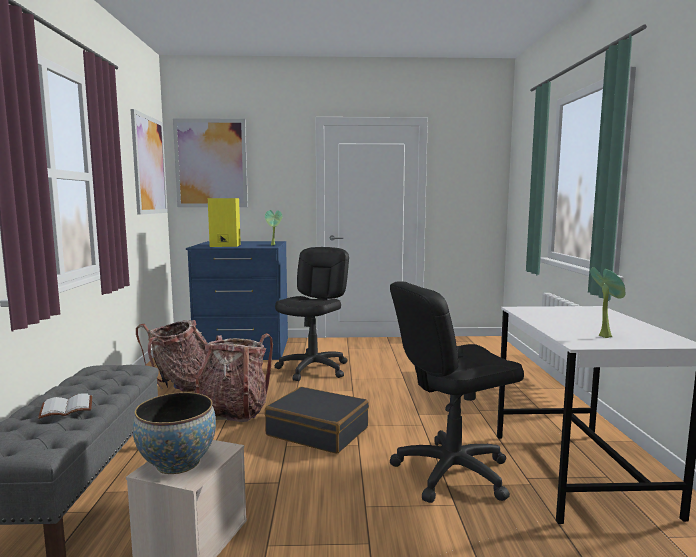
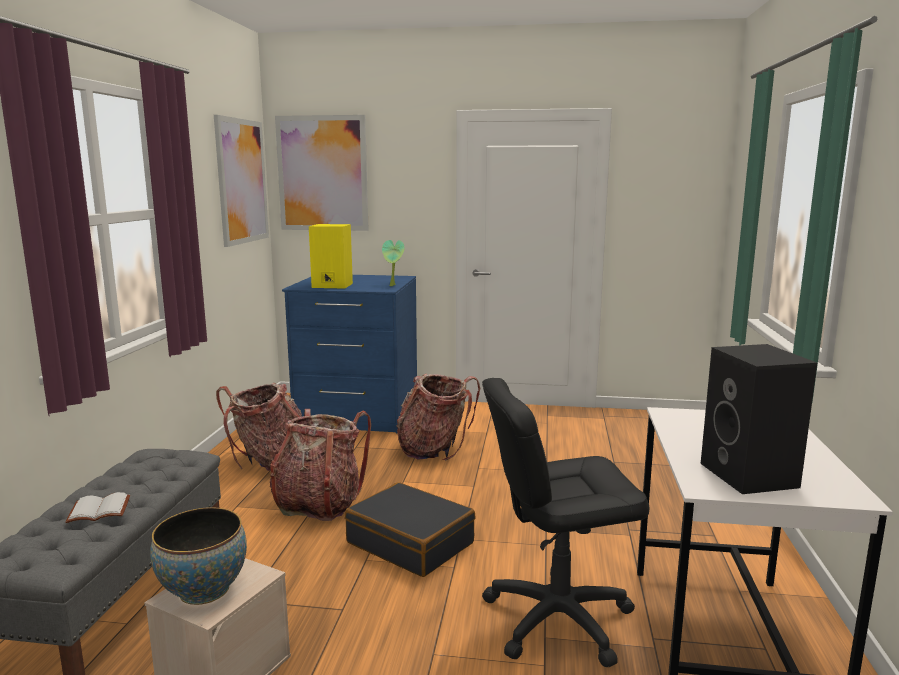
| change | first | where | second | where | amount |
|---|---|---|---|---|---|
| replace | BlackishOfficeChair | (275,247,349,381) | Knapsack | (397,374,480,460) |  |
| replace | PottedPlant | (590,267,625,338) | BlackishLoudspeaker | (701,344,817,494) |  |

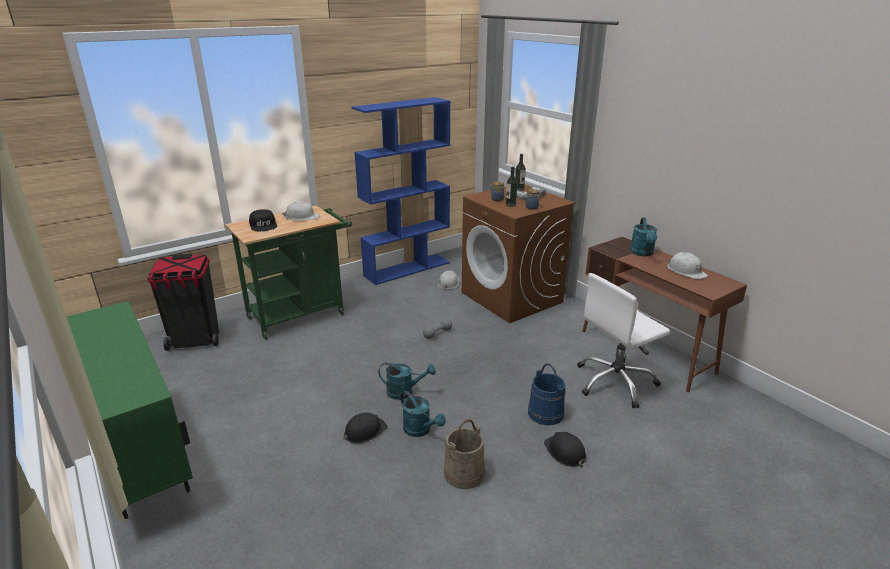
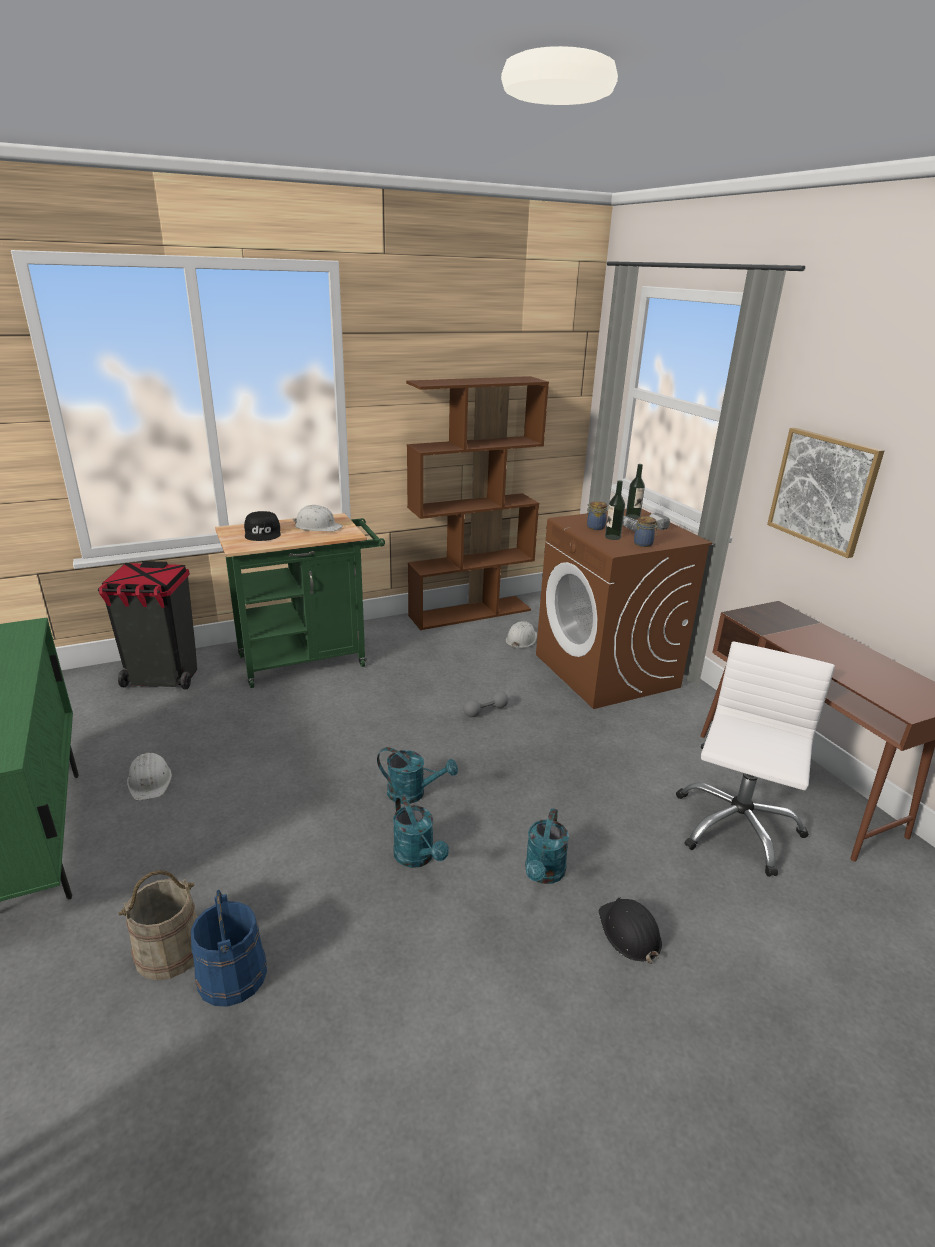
| change | first | where | second | where | amount |
|---|---|---|---|---|---|
| move | BeigeWaterBucket | (444,419,485,489) |  | (118,870,197,980) |  |
| move | WhitishSafetyHelmet | (667,252,708,279) |  | (127,753,172,801) |  |
| move | BlueColouredWaterBucket | (528,363,565,425) |  | (191,890,267,1007) |  |
| recolor | BlueColouredBookshelf | (351,97,450,285) | BrownishBookshelf | (406,376,549,630) |  |
| move | TurquoiseSprinklingCan | (630,218,657,256) |  | (525,808,569,884) |  |
| rotate | WhitishOfficeChair | (577,273,670,409) |  | (676,642,835,877) | 135 degrees clockwise |
| insert |  |  | Picture | (767,428,884,558) |  |
| delete | BlackishSafetyHelmet | (343,413,388,444) |  |  |  |

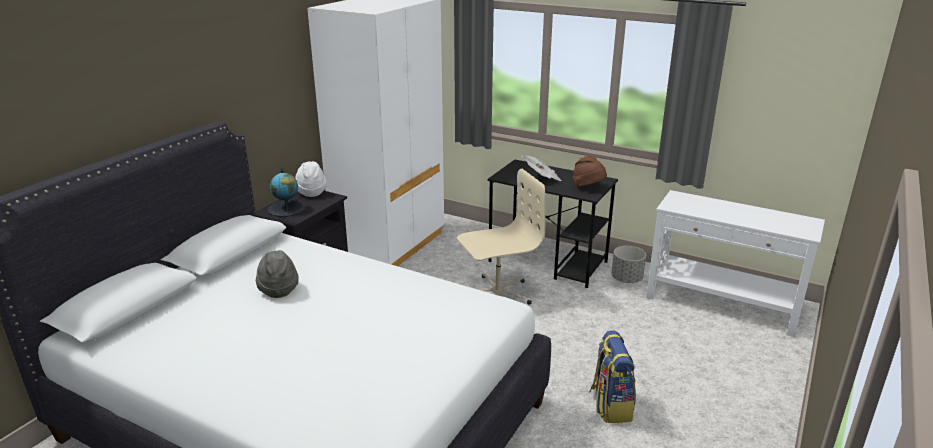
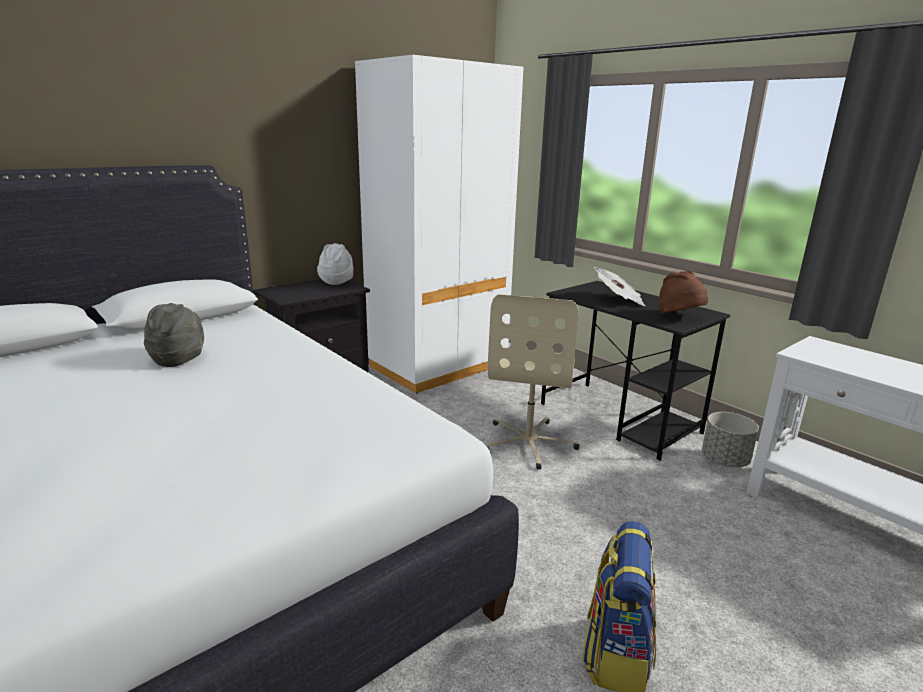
| change | first | where | second | where | amount |
|---|---|---|---|---|---|
| rotate | BeigeOfficeChair | (457,169,545,305) |  | (485,294,579,469) | 105 degrees clockwise |
| delete | Globe | (268,168,306,217) |  |  |  |

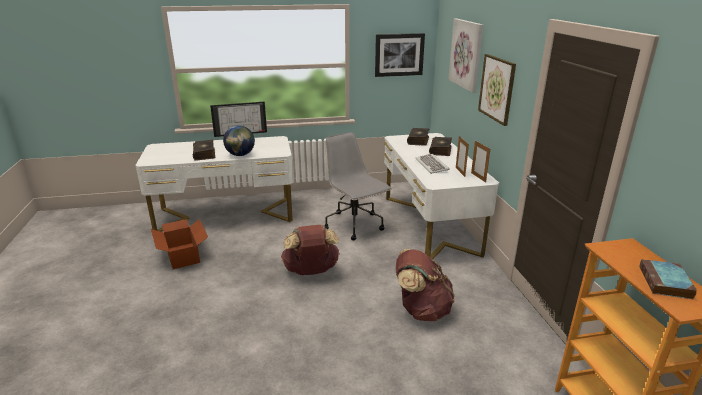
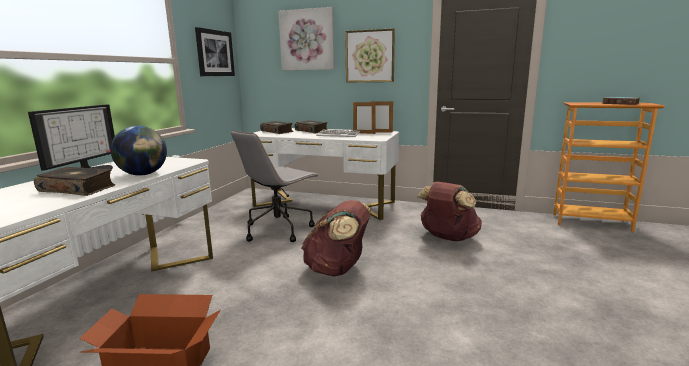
| change | first | where | second | where | amount |
|---|---|---|---|---|---|
| rotate | GrayOfficeChair | (324,133,392,240) |  | (231,130,319,242) | 45 degrees counterclockwise |

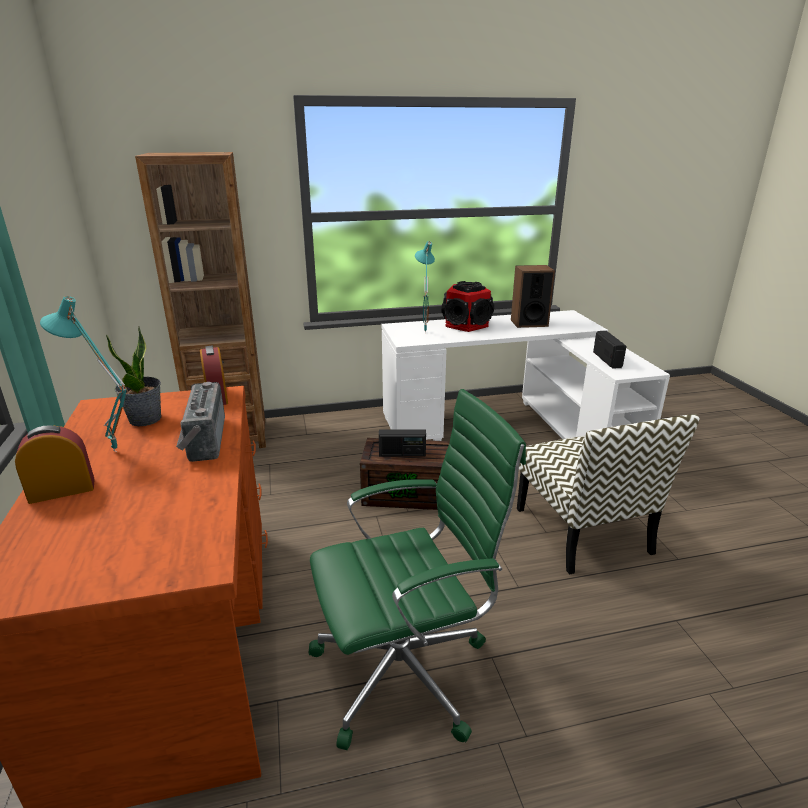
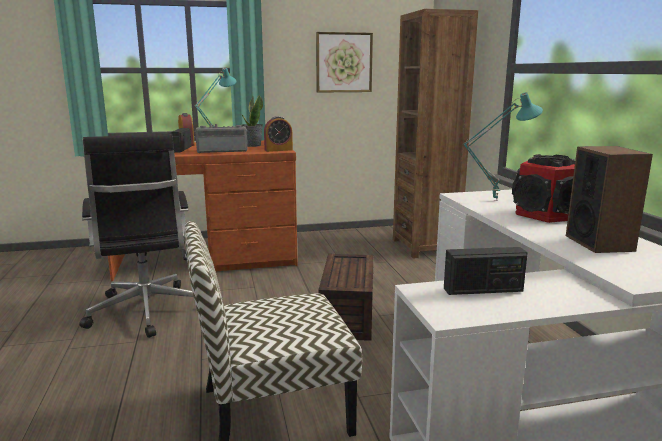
| change | first | where | second | where | amount |
|---|---|---|---|---|---|
| recolor | GreenishOfficeChair | (309,389,526,750) | BlackishOfficeChair | (79,134,194,338) |  |
| move | RadioReceiver | (379,429,426,456) |  | (170,128,191,153) |  |
| insert |  |  | Picture | (316,32,373,93) |  |

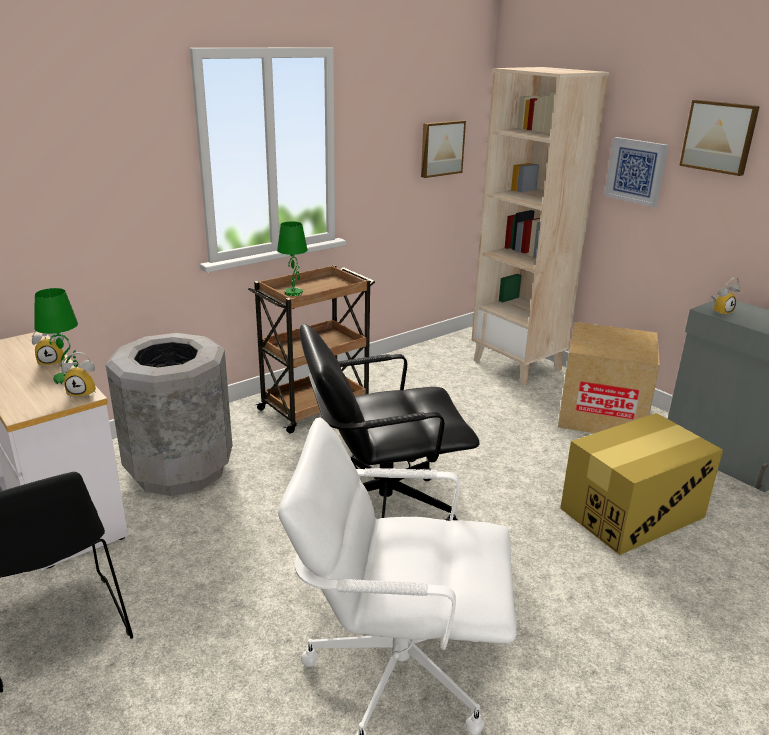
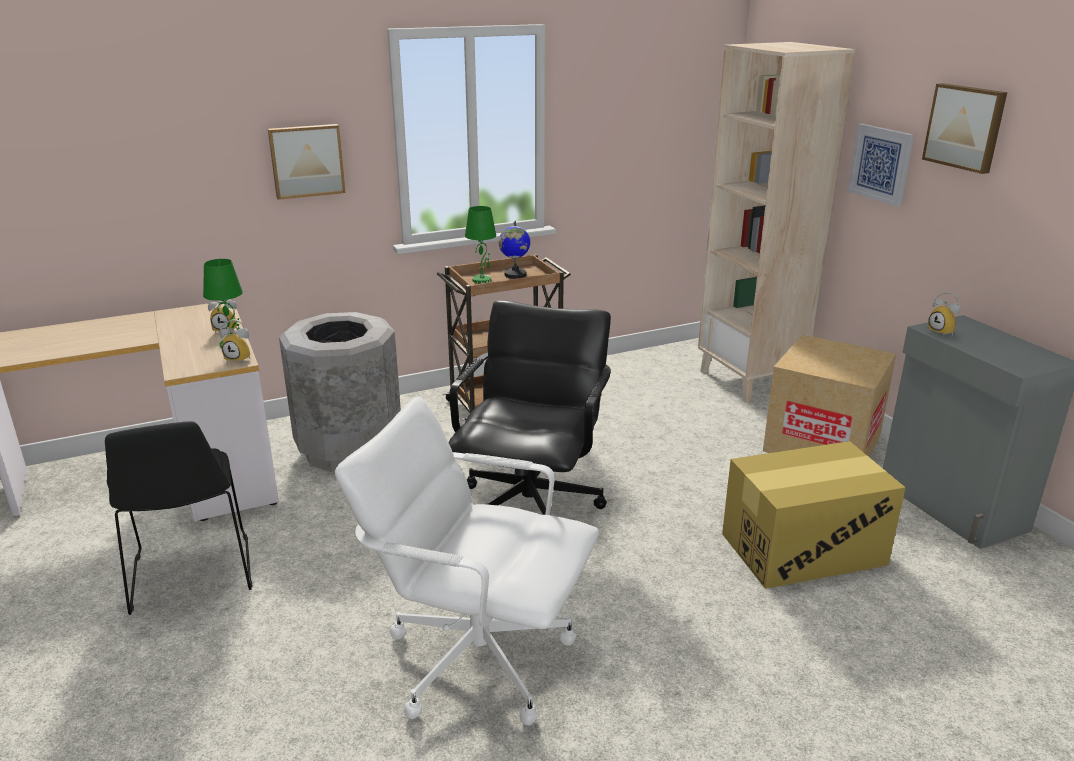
| change | first | where | second | where | amount |
|---|---|---|---|---|---|
| move | Picture | (421,120,466,178) |  | (268,124,346,200) |  |
| rotate | BlackishOfficeChair | (300,324,480,521) |  | (448,300,611,515) | 105 degrees clockwise |
| insert |  |  | Globe | (499,221,530,279) |  |
| rotate | TableClock | (711,277,740,316) |  | (928,292,961,337) | 75 degrees clockwise |

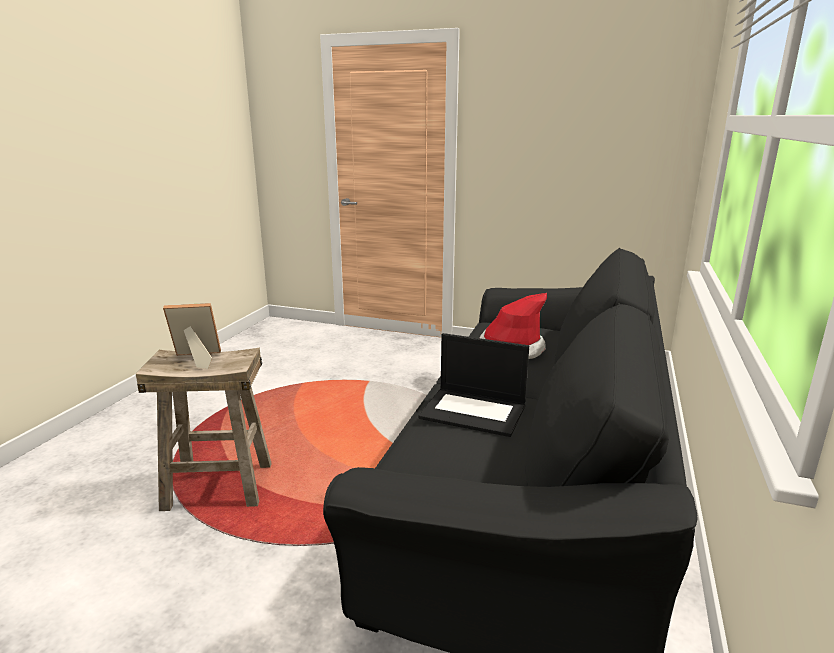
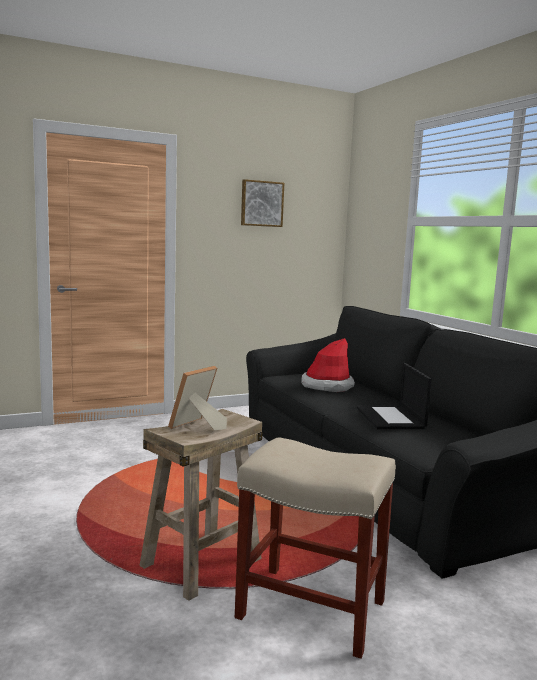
| change | first | where | second | where | amount |
|---|---|---|---|---|---|
| insert |  |  | BeigeStoolSeat | (235,437,396,659) |  |
| insert |  |  | Picture | (241,179,284,227) |  |
| rotate | PortableComputer | (418,333,529,437) |  | (357,363,431,429) | 105 degrees clockwise |

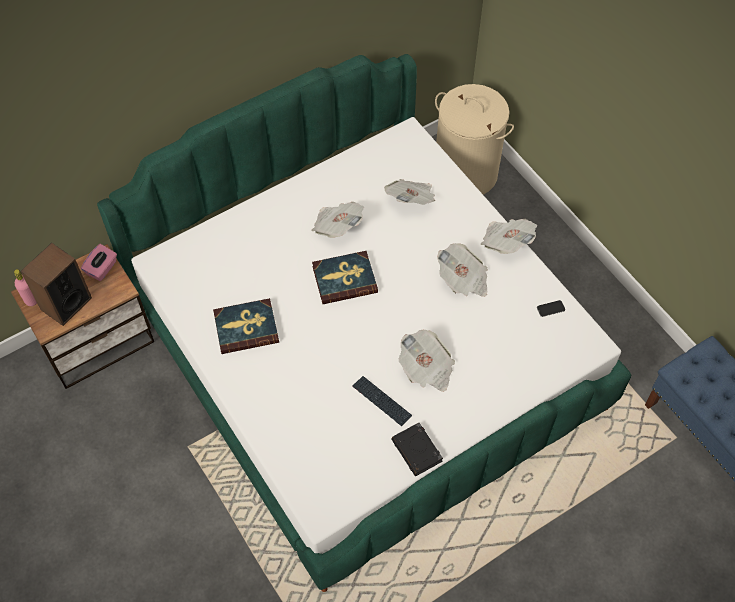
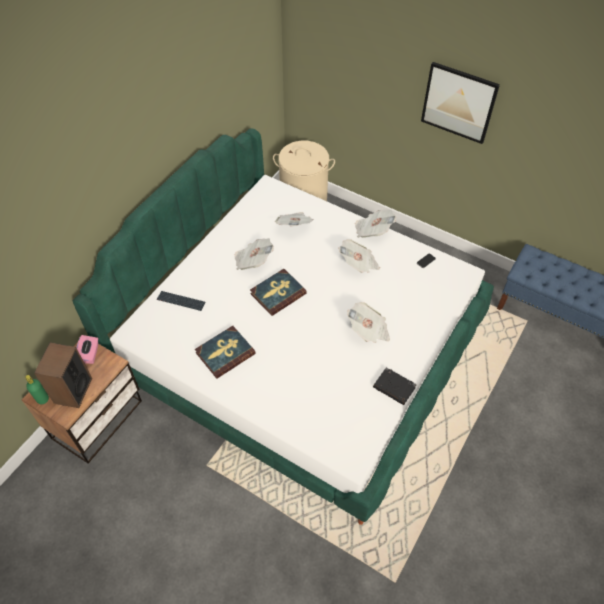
| change | first | where | second | where | amount |
|---|---|---|---|---|---|
| recolor | PinkColouredDrinkBottle | (14,269,37,306) | GreenishDrinkBottle | (25,375,49,404) |  |
| move | ComputerKeyboard | (352,376,412,426) |  | (157,291,205,311) |  |
| insert |  |  | Picture | (421,62,500,144) |  |

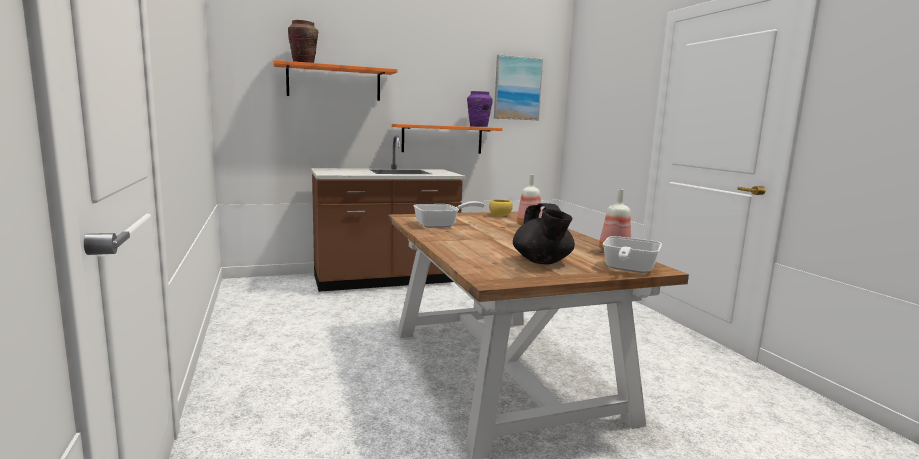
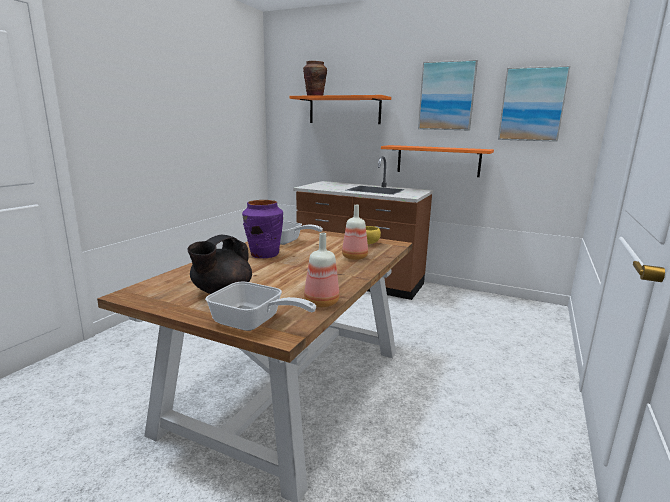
| change | first | where | second | where | amount |
|---|---|---|---|---|---|
| rotate | Skillet | (603,236,662,273) |  | (205,282,316,331) | 135 degrees counterclockwise |
| move | PurpleVase | (467,91,493,127) |  | (242,200,283,258) |  |
| insert |  |  | Picture | (418,60,478,130) |  |

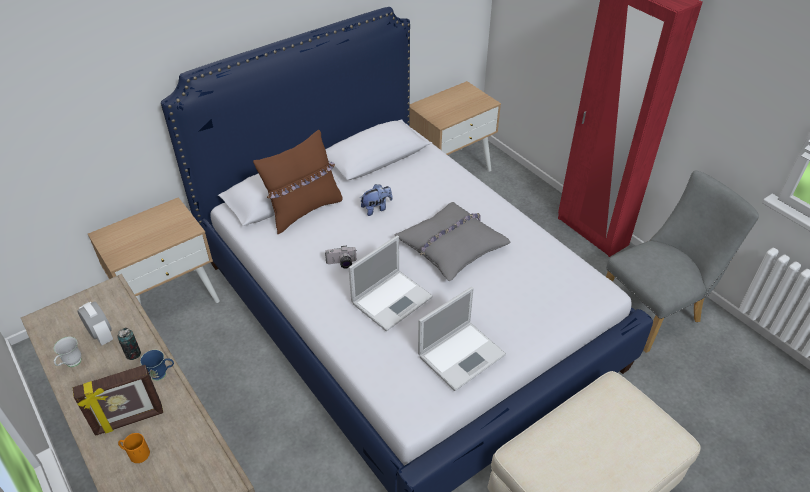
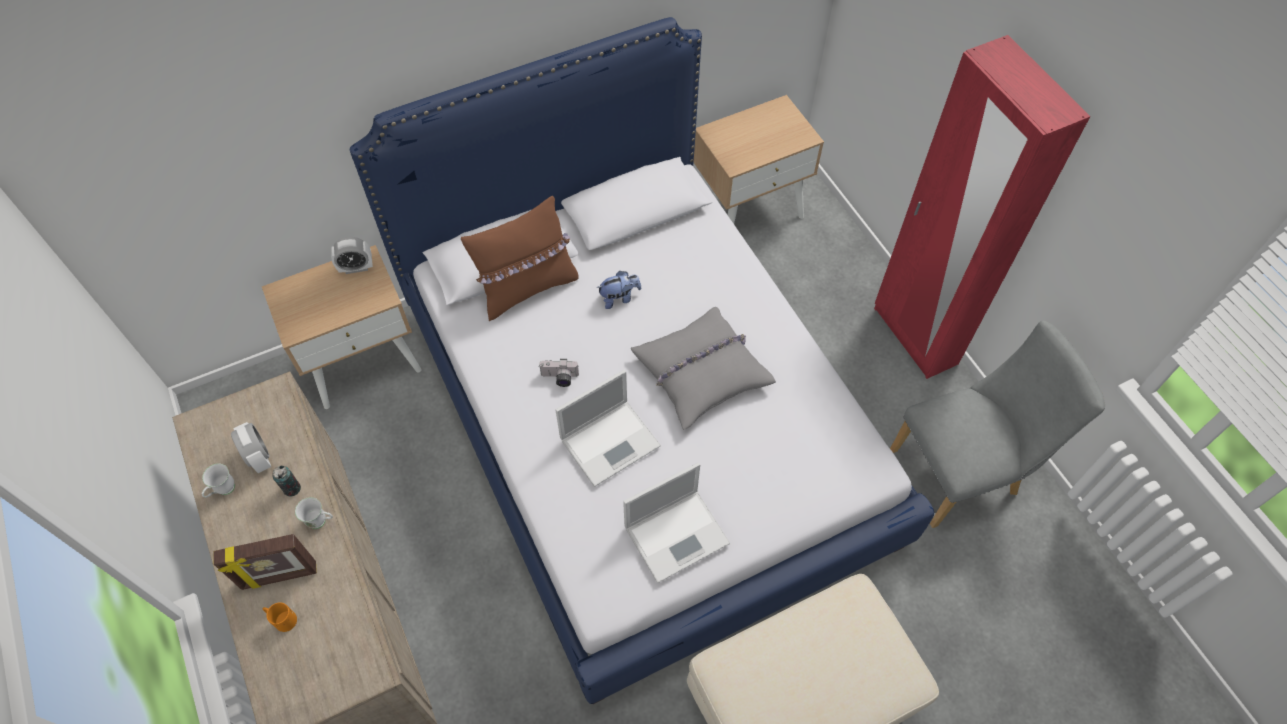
| change | first | where | second | where | amount |
|---|---|---|---|---|---|
| recolor | BlueColouredTeaMug | (140,350,174,381) | WhitishTeaMug | (295,497,333,529) |  |
| insert |  |  | TableClock | (331,237,373,274) |  |

